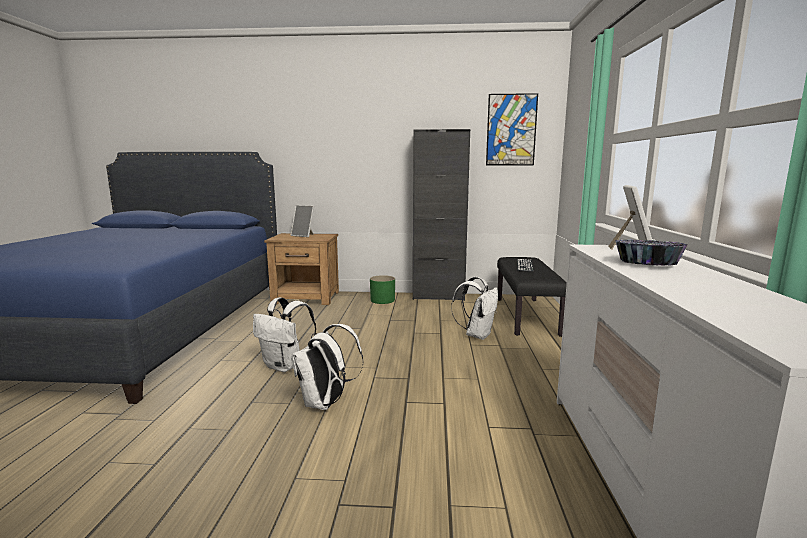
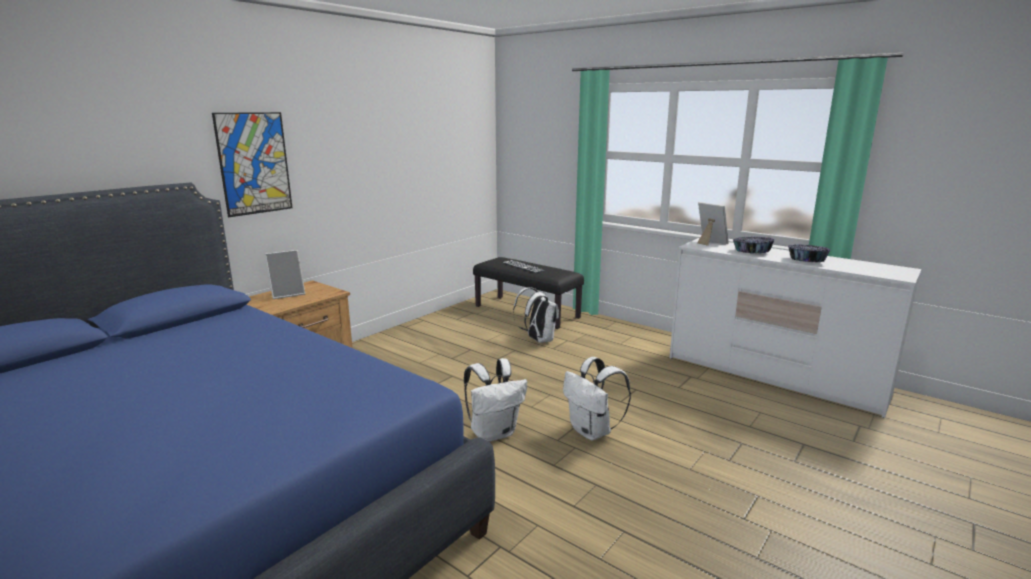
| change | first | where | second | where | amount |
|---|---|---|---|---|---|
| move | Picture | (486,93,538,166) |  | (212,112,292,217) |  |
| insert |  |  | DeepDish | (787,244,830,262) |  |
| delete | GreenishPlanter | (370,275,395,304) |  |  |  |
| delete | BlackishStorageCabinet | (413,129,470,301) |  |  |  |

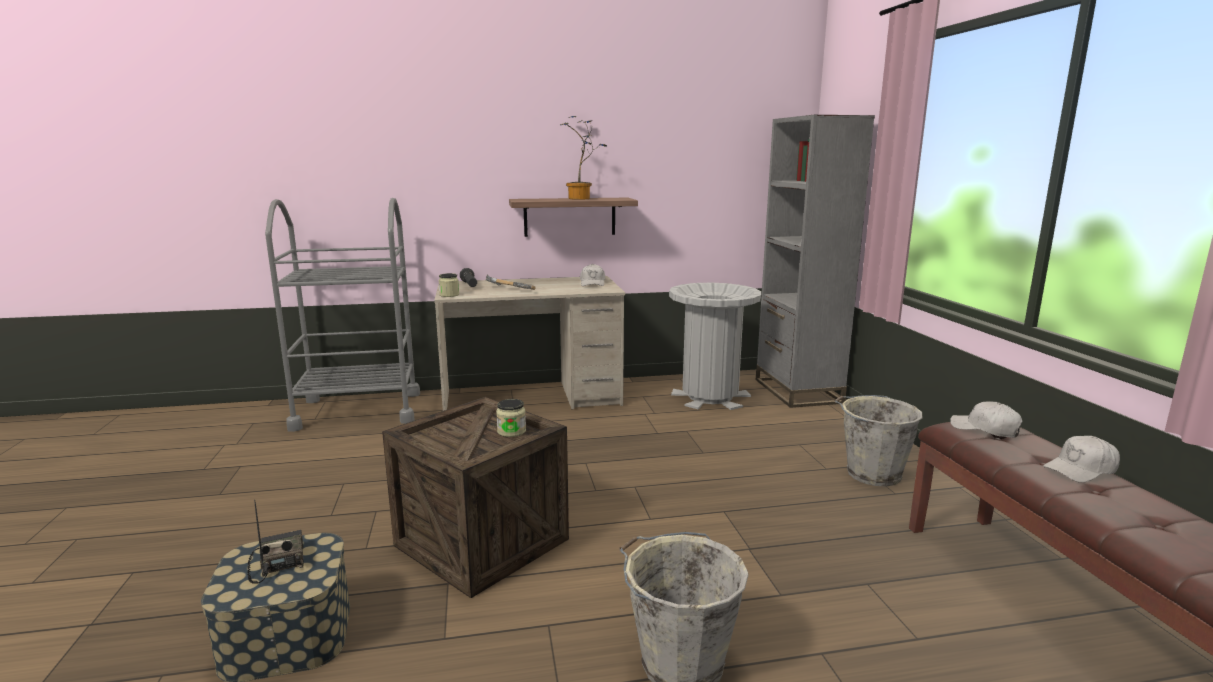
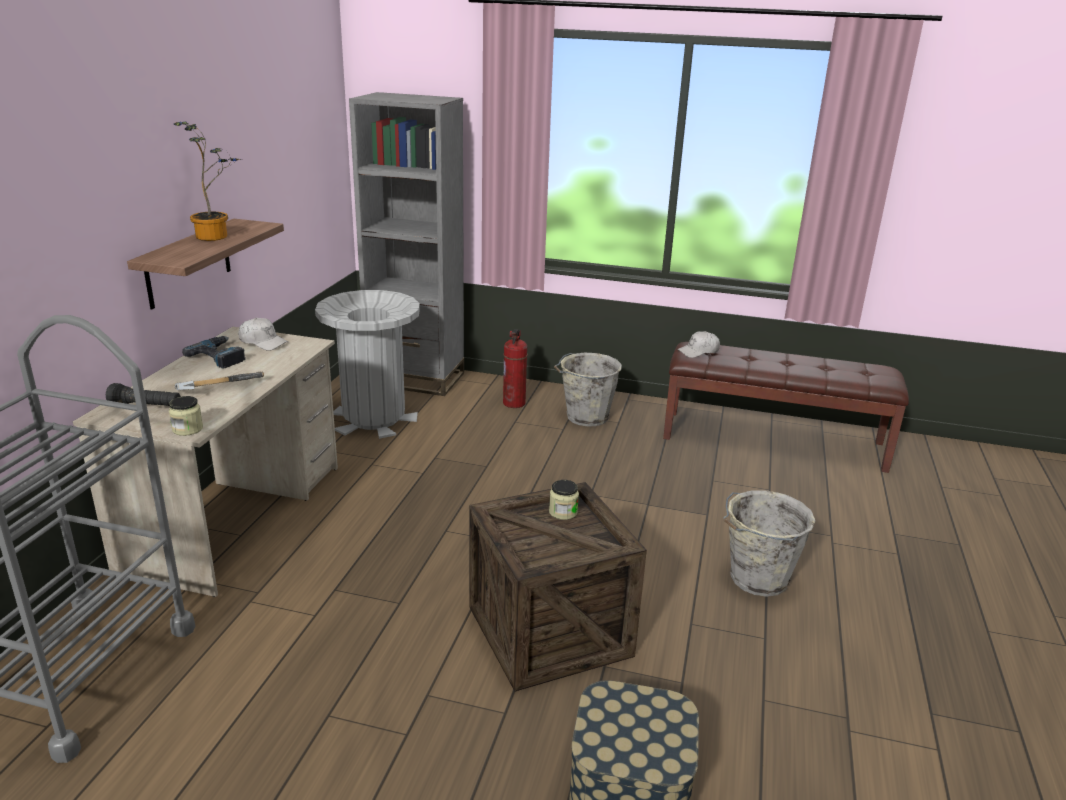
| change | first | where | second | where | amount |
|---|---|---|---|---|---|
| insert |  |  | ElectricDrill | (182,336,245,368) |  |
| insert |  |  | FireExtinguisher | (503,329,527,408) |  |
| delete | RadioReceiver | (248,500,304,584) |  |  |  |
| delete | WhitishPeakedCap | (1043,436,1120,483) |  |  |  |

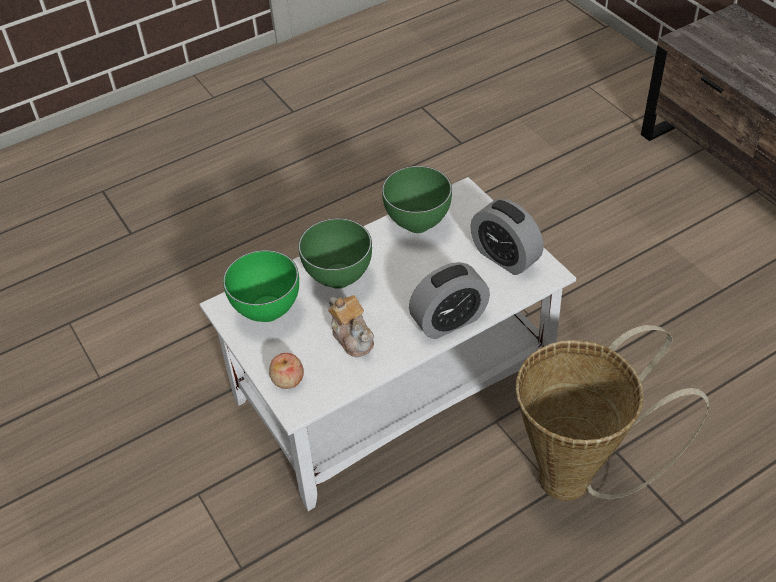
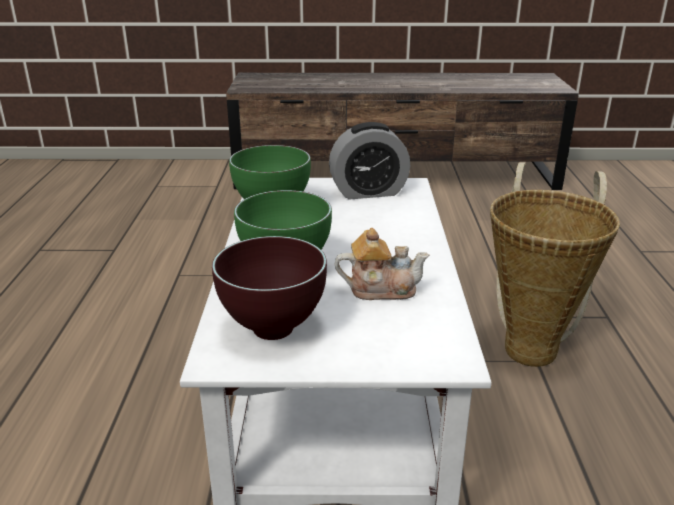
| change | first | where | second | where | amount |
|---|---|---|---|---|---|
| recolor | GreenishDeepDish | (223,250,299,322) | BrownishDeepDish | (212,236,327,340) |  |
| delete | Apple | (269,353,304,389) |  |  |  |
| delete | TableClock | (409,262,490,339) |  |  |  |

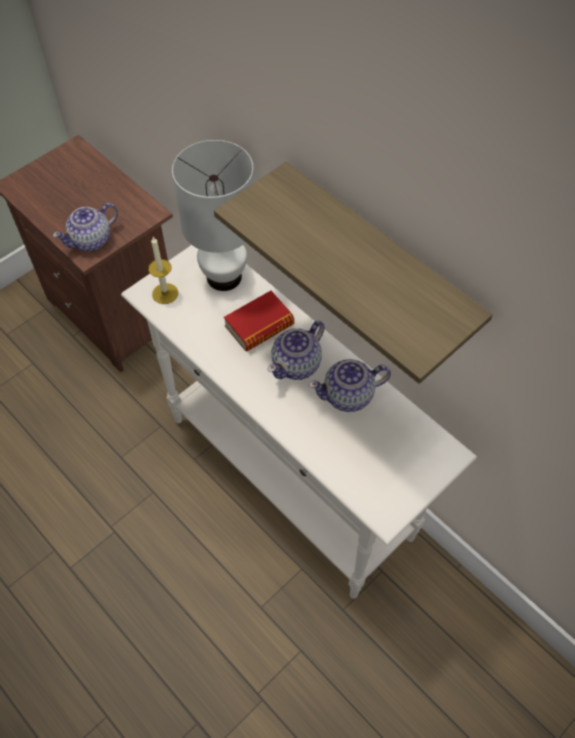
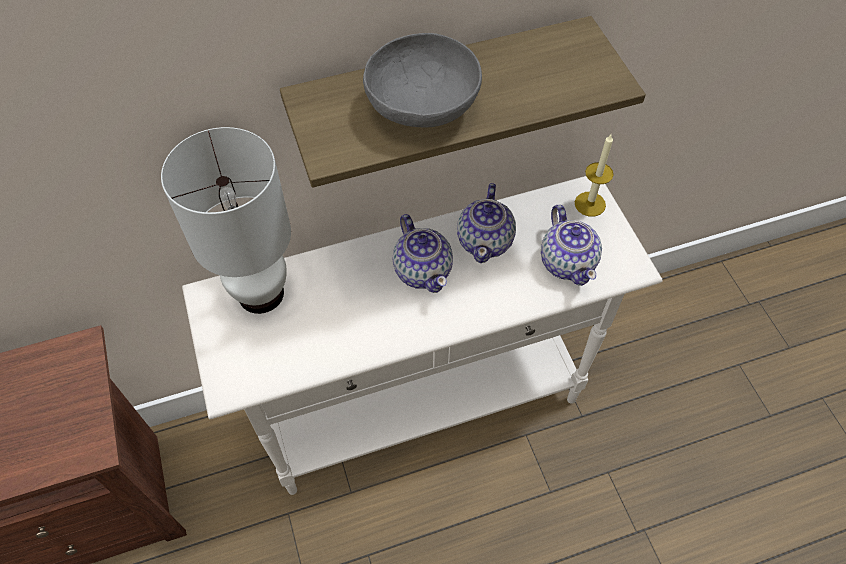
| change | first | where | second | where | amount |
|---|---|---|---|---|---|
| insert |  |  | GrayDeepDish | (363,33,482,127) |  |
| move | PotForTea | (53,203,118,251) |  | (541,205,602,286) |  |
| move | WaxLight | (148,237,178,304) |  | (575,134,614,217) |  |
| delete | Book | (224,291,294,351) |  |  |  |

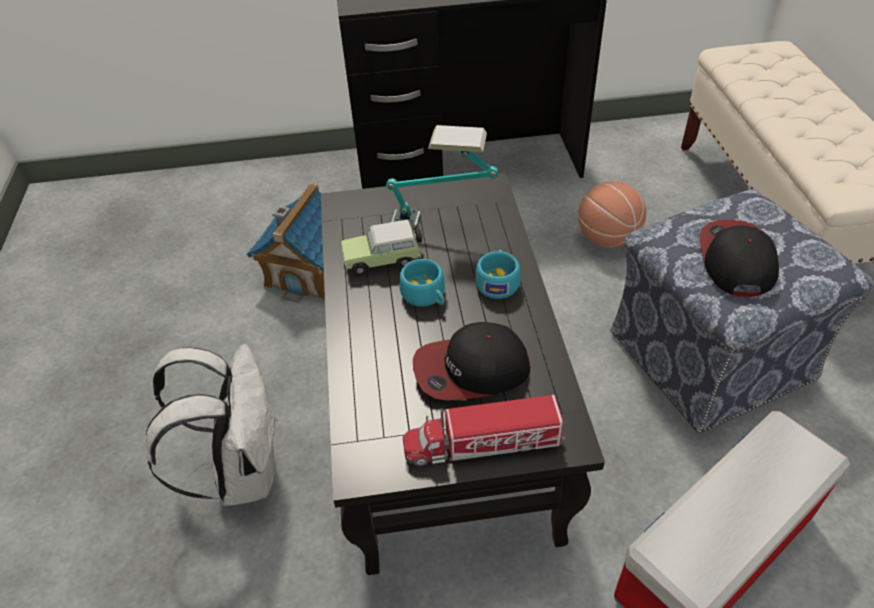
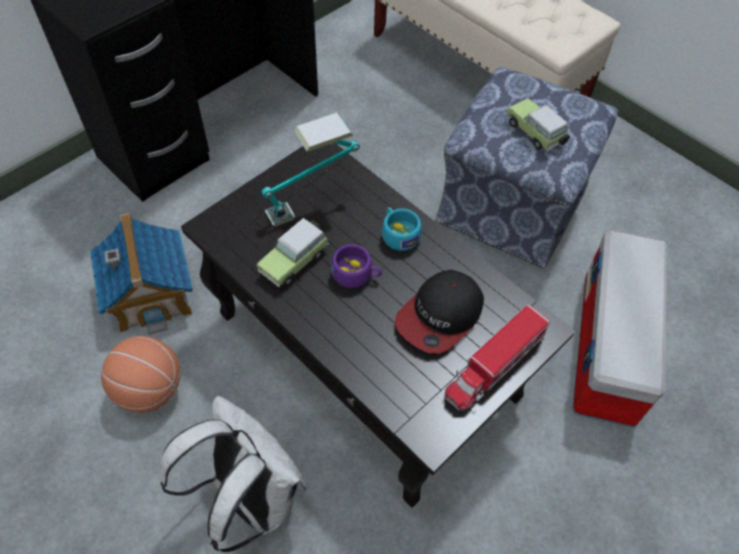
| change | first | where | second | where | amount |
|---|---|---|---|---|---|
| move | BasketballBall | (578,181,646,248) |  | (101,336,181,413) |  |
| recolor | TurquoiseDrinkingCup | (400,259,445,307) | PurpleDrinkingCup | (331,244,382,288) |  |
| replace | PeakedCap | (700,220,779,297) | ToyCar | (507,98,570,151) |  |

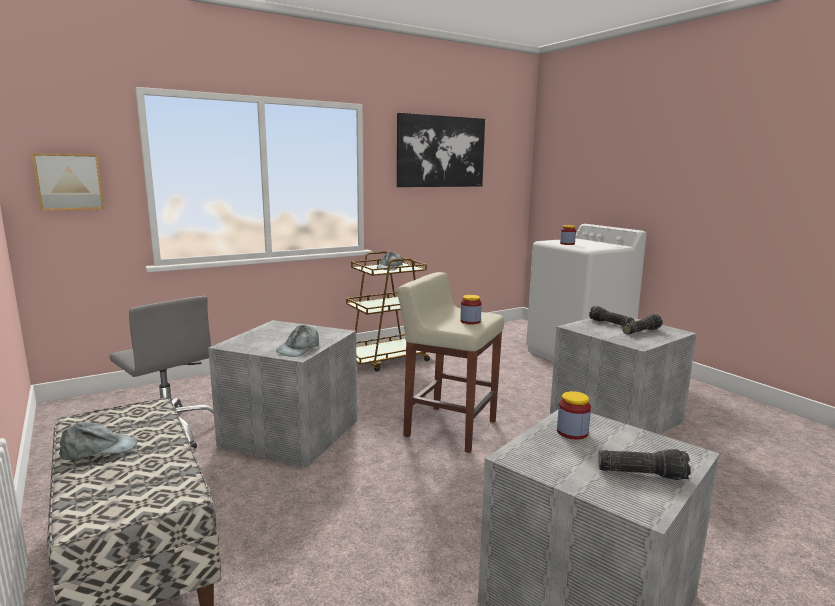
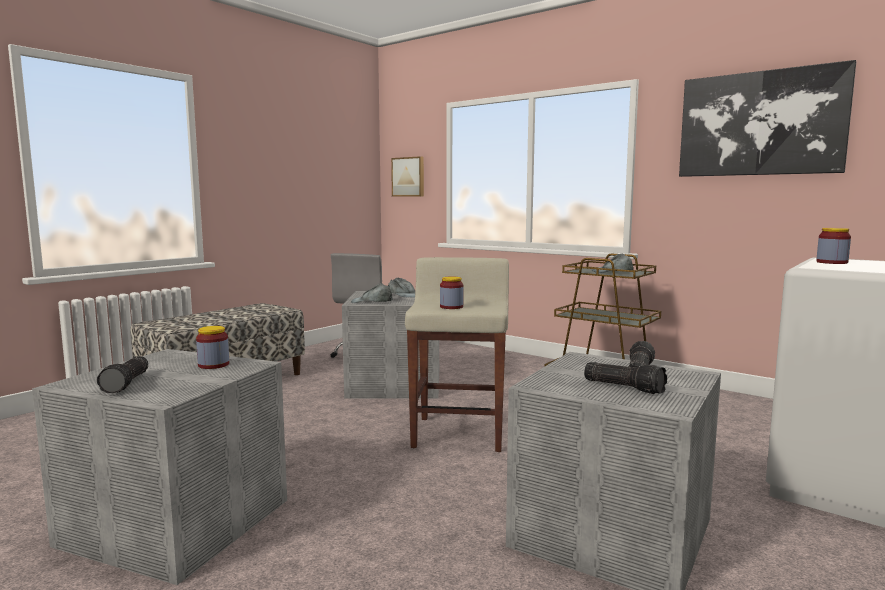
| change | first | where | second | where | amount |
|---|---|---|---|---|---|
| move | GrayPeakedCap | (59,422,137,460) |  | (388,277,415,298) |  |

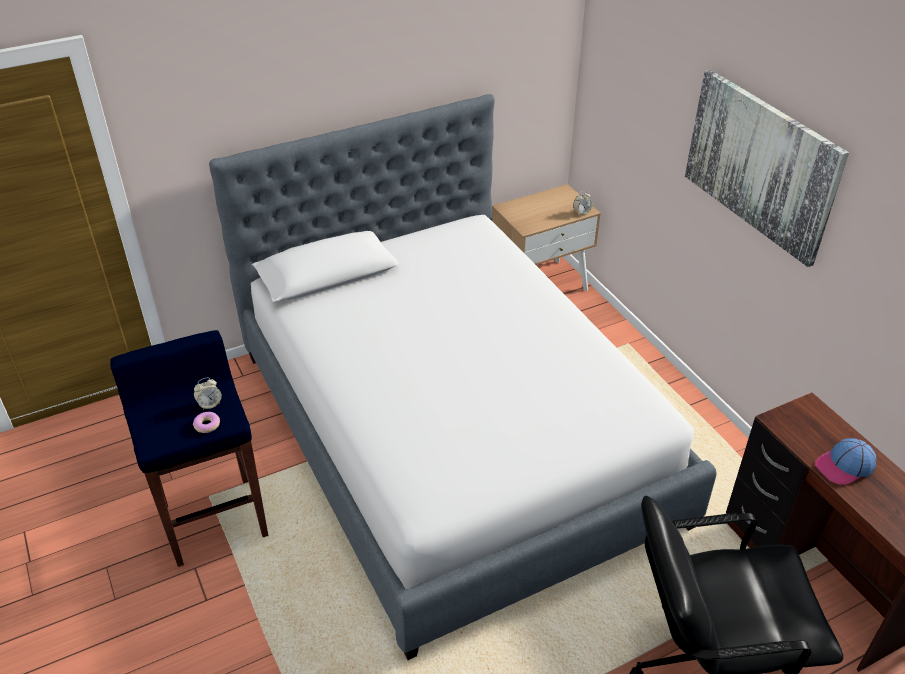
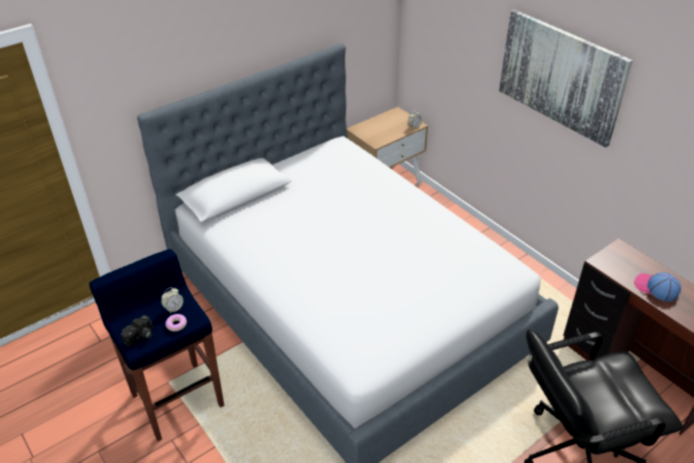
| change | first | where | second | where | amount |
|---|---|---|---|---|---|
| insert |  |  | StillCamera | (120,315,153,347) |  |
| rotate | PeakedCap | (815,438,876,485) |  | (634,273,681,302) | 75 degrees clockwise |

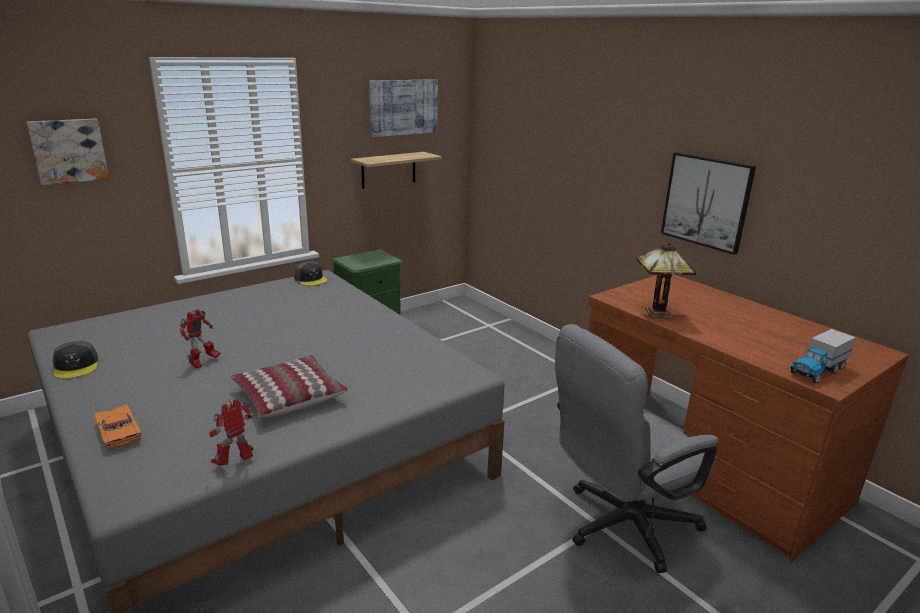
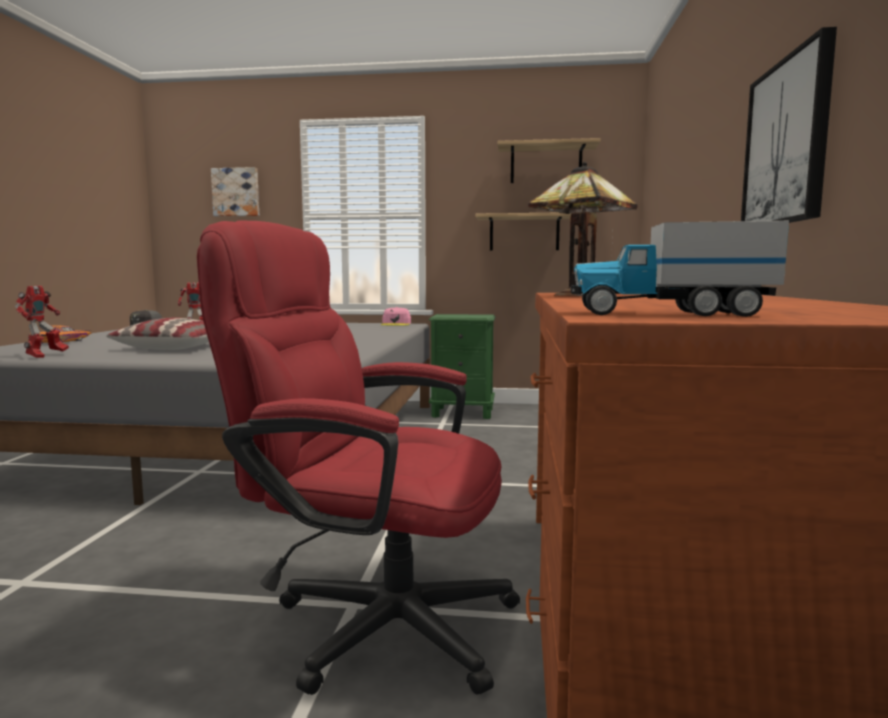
| change | first | where | second | where | amount |
|---|---|---|---|---|---|
| rotate | RobotFigure | (209,399,254,466) |  | (15,286,69,358) | 105 degrees clockwise |
| recolor | GrayOfficeChair | (555,324,718,573) | ReddishOfficeChair | (197,220,520,695) |  |
| recolor | GrayPeakedCap | (294,261,327,286) | PinkColouredPeakedCap | (381,307,411,326) |  |
| replace | Picture | (369,79,438,137) | BracketShelf | (497,138,601,183) |  |

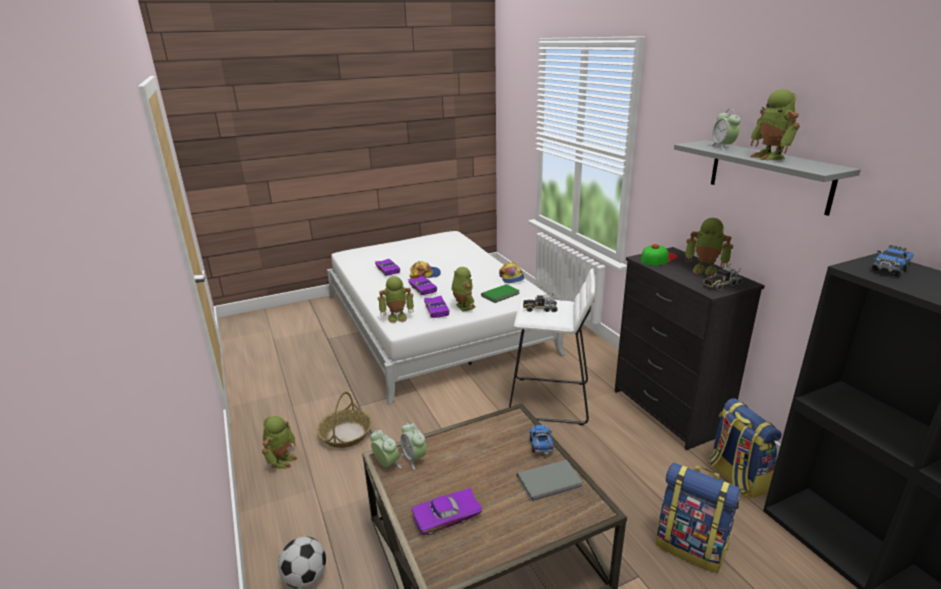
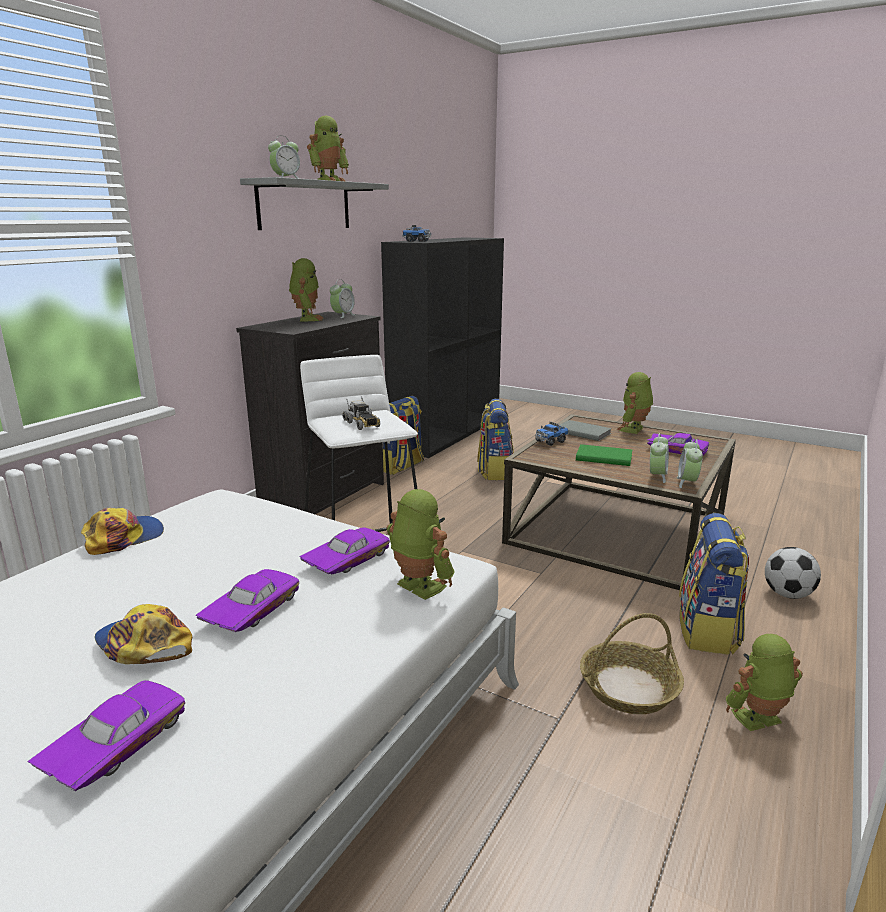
| change | first | where | second | where | amount |
|---|---|---|---|---|---|
| replace | ToyTruck | (703,264,743,290) | TableClock | (330,279,355,318) |  |
| move | GreenishBook | (481,284,520,303) |  | (576,444,633,466) |  |
| move | RobotFigure | (451,267,476,311) |  | (617,372,653,434) |  |
| insert |  |  | Knapsack | (679,513,749,655) |  |
| delete | PeakedCap | (641,244,678,266) |  |  |  |

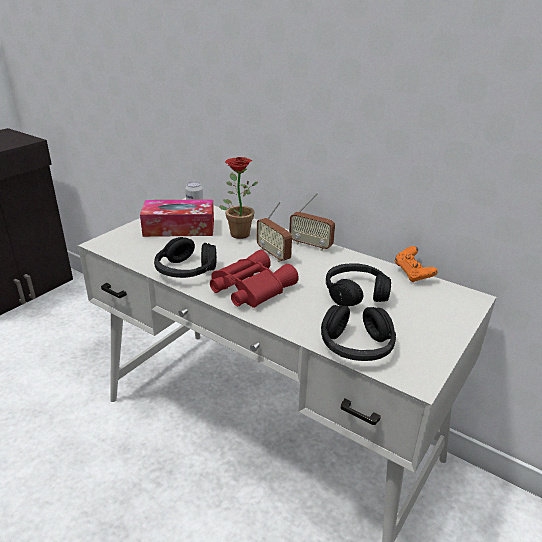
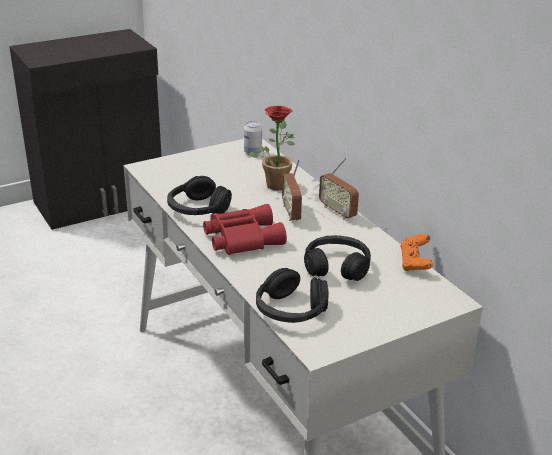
| change | first | where | second | where | amount |
|---|---|---|---|---|---|
| delete | TissueHolder | (140,199,214,237) |  |  |  |

